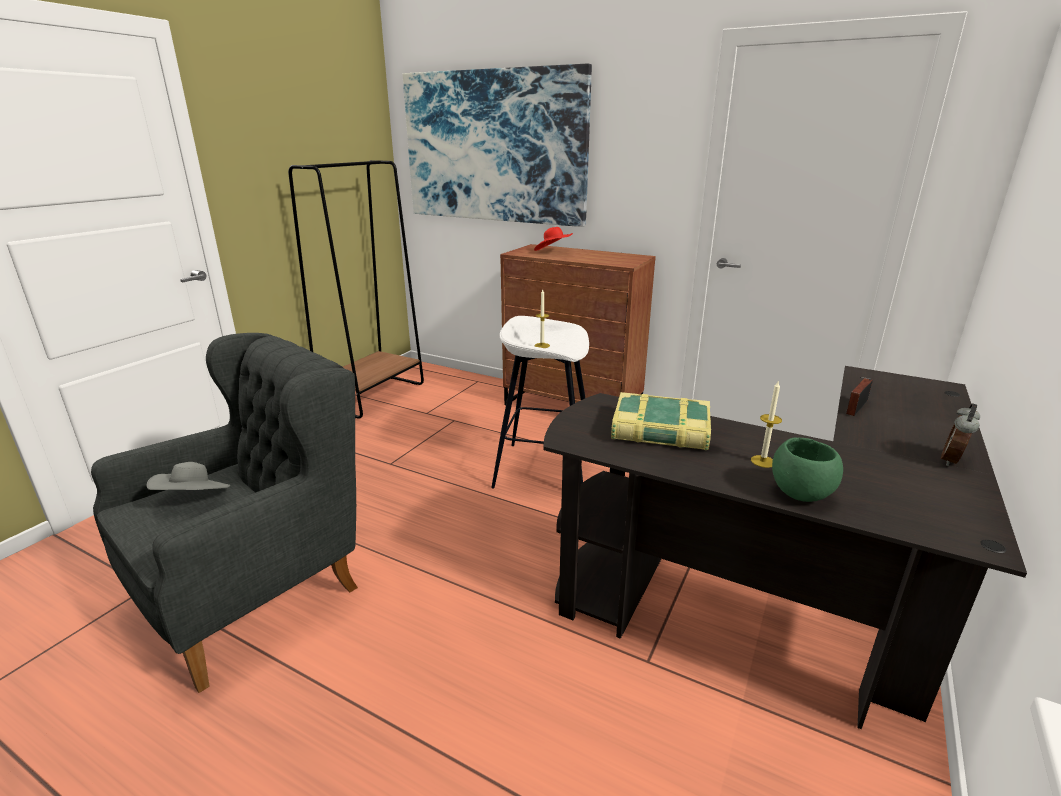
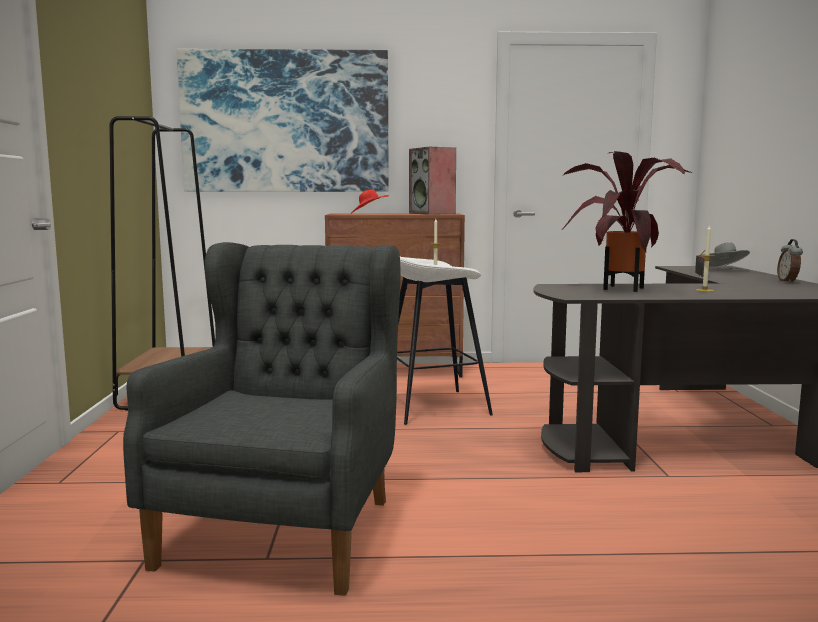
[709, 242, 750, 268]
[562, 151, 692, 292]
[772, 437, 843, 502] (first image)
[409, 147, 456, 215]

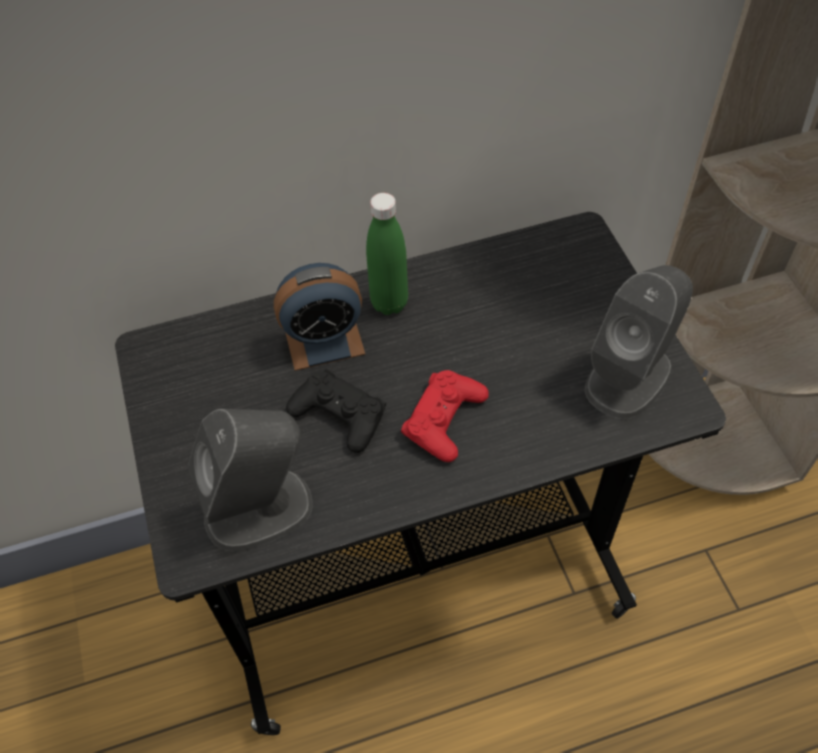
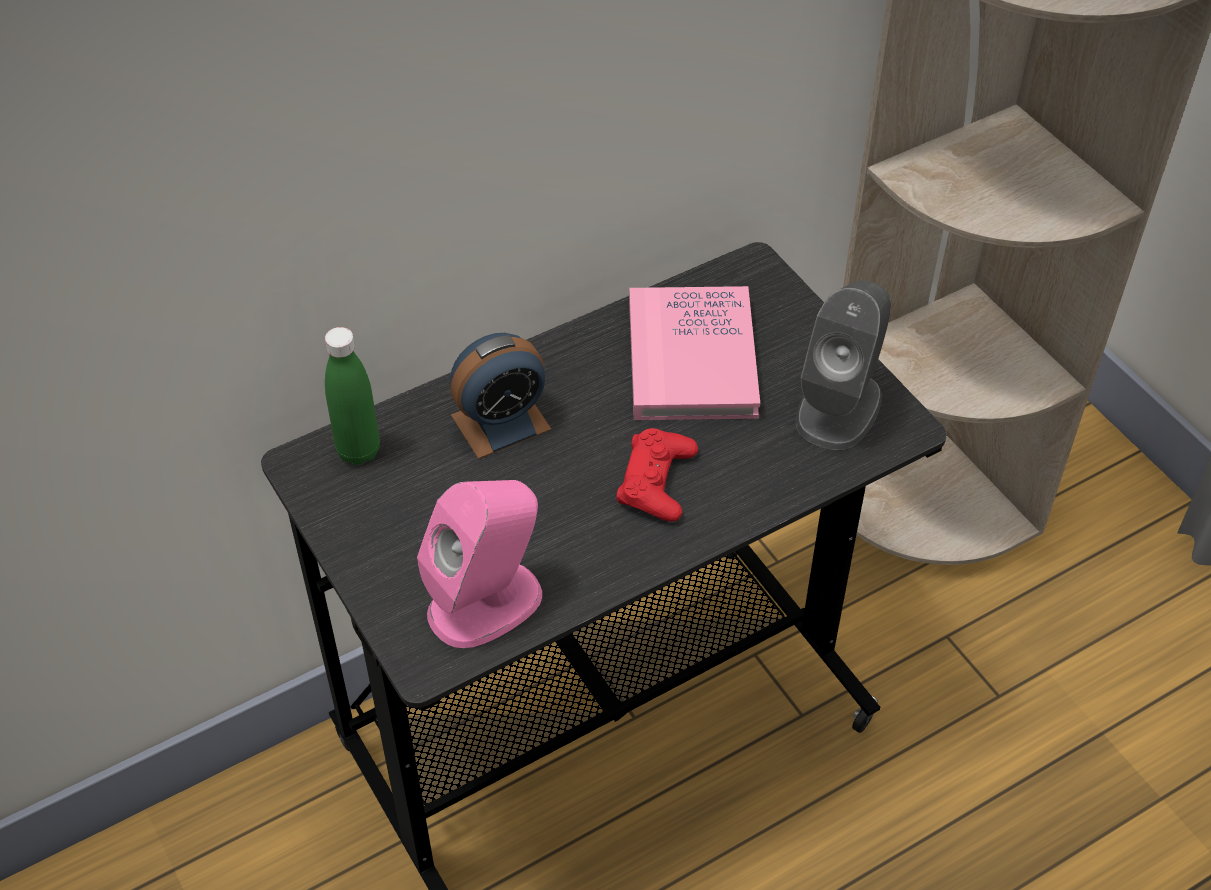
[417, 480, 542, 648]
[286, 369, 386, 453] (first image)
[325, 327, 380, 465]
[629, 286, 760, 420]

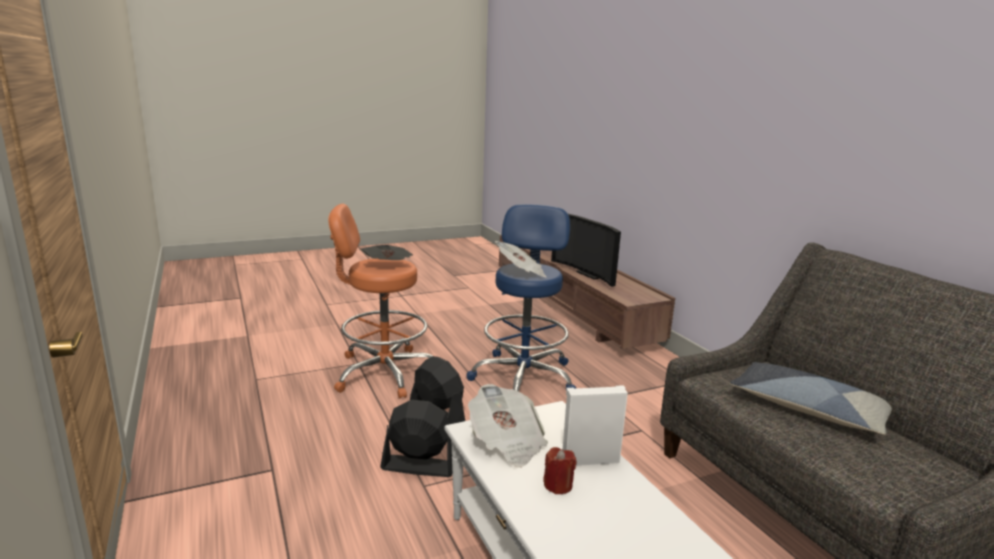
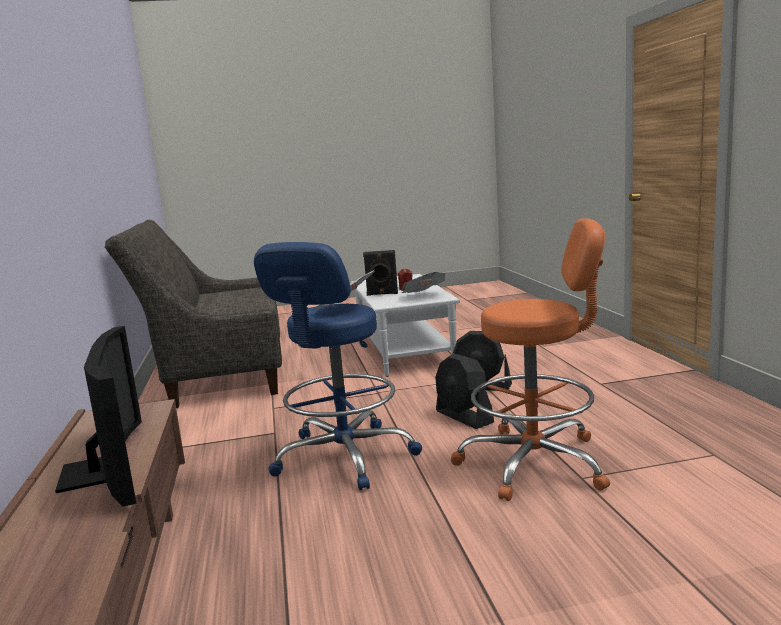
[359, 245, 413, 260] (first image)
[363, 250, 398, 296]
[730, 362, 892, 435] (first image)

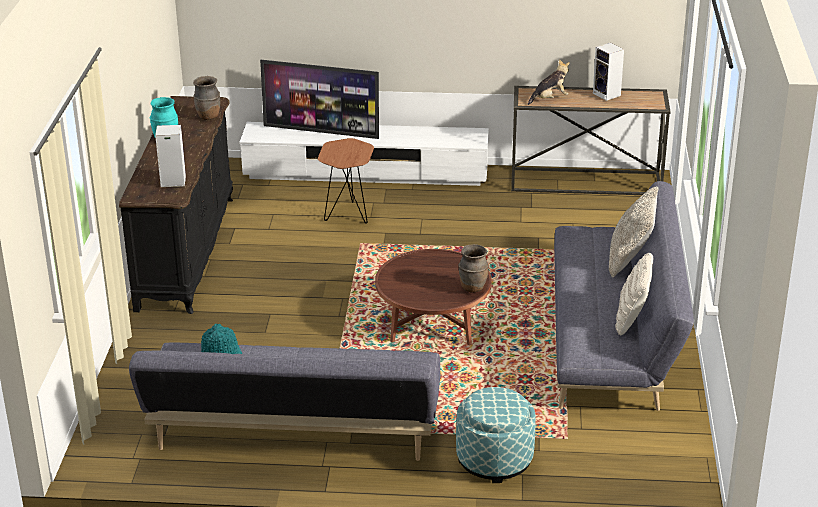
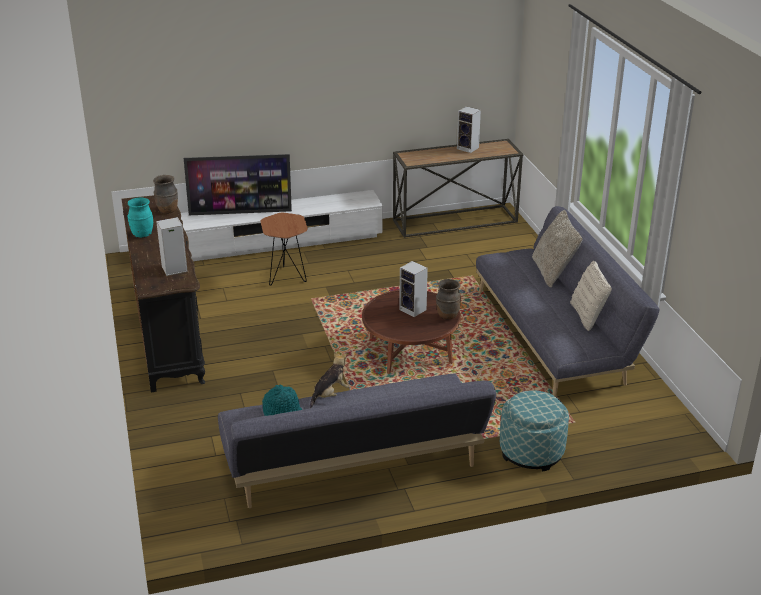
[310, 351, 349, 408]
[399, 261, 428, 317]

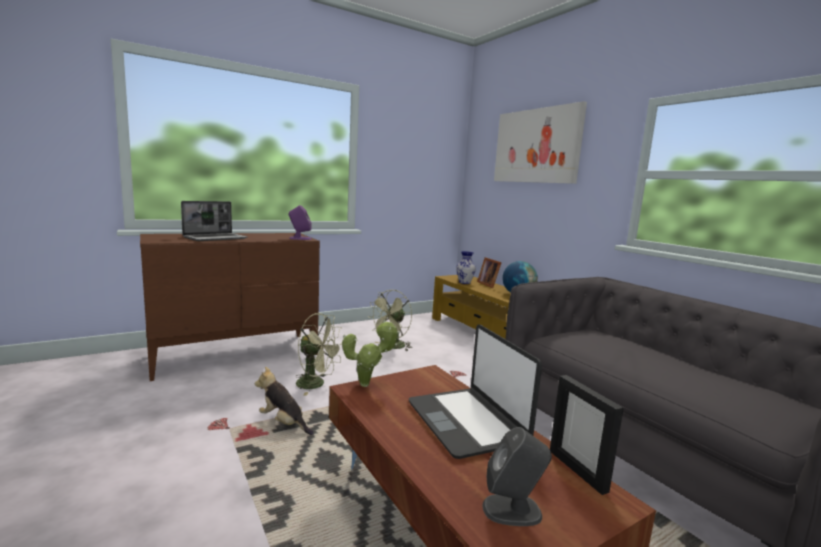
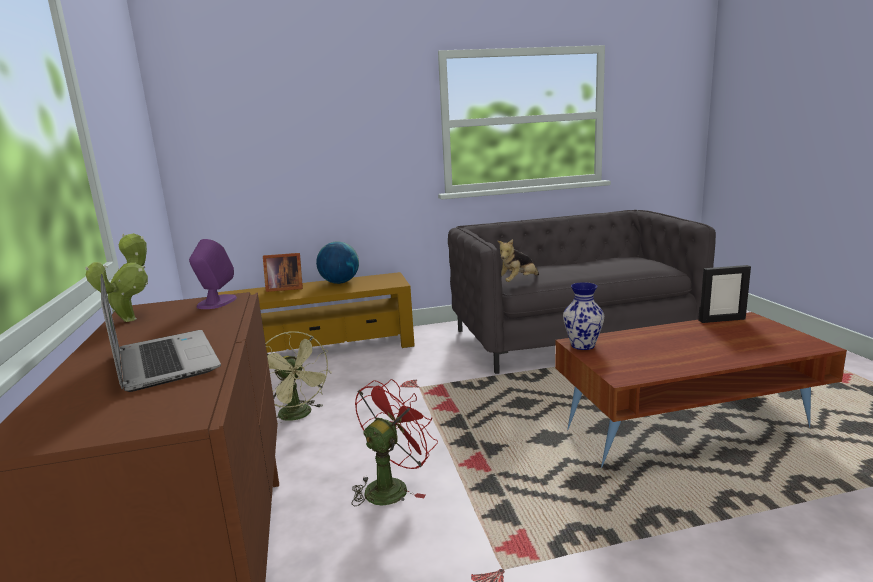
[498, 239, 539, 282]
[351, 379, 438, 506]
[85, 233, 148, 322]
[409, 324, 542, 459] (first image)
[563, 282, 604, 350]
[482, 427, 552, 526] (first image)
[494, 101, 587, 184] (first image)

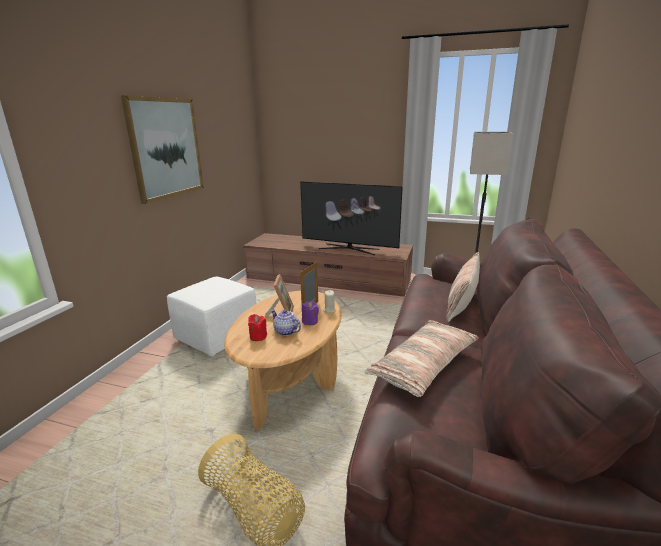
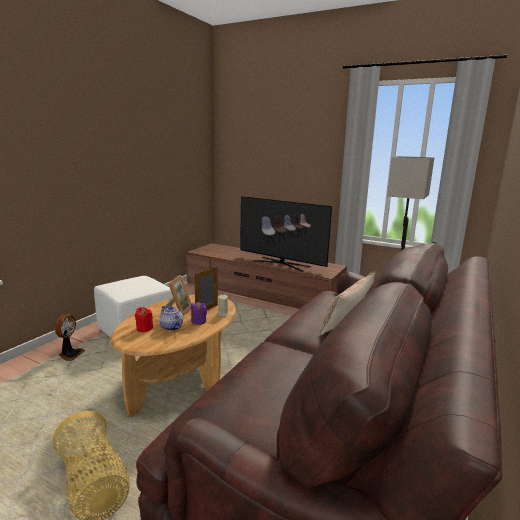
[121, 95, 204, 204] (first image)
[365, 320, 479, 397] (first image)
[55, 314, 85, 361]

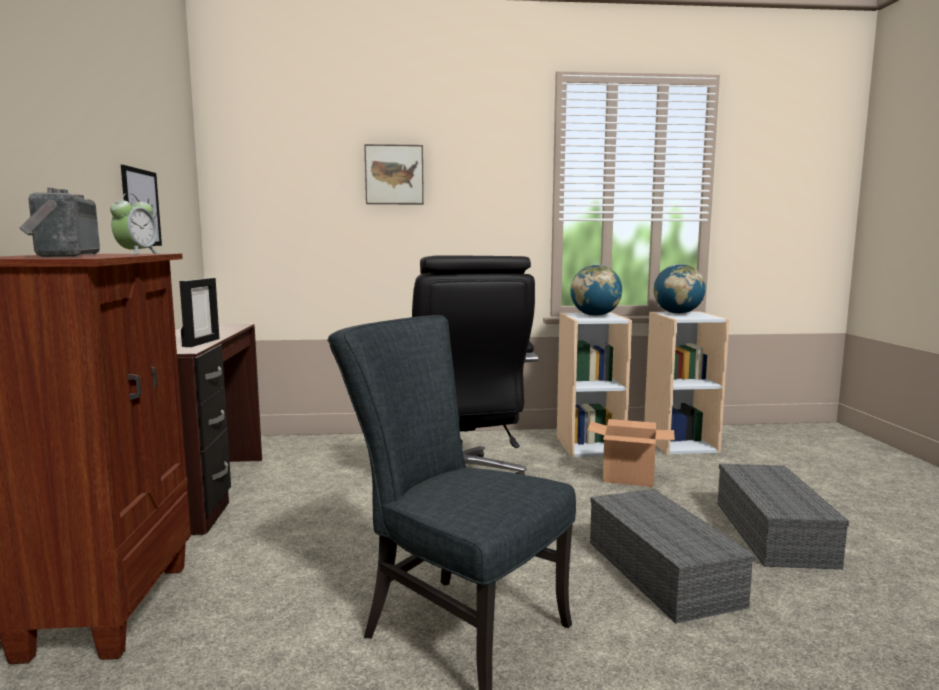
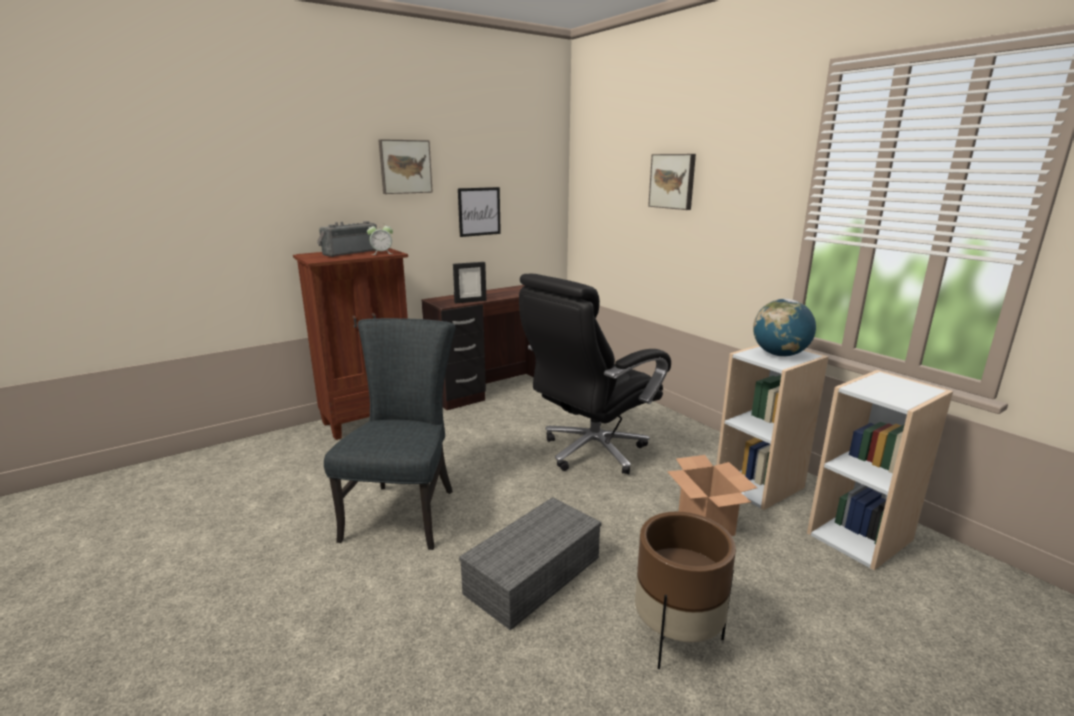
[654, 264, 706, 314] (first image)
[635, 512, 736, 669]
[378, 139, 433, 194]

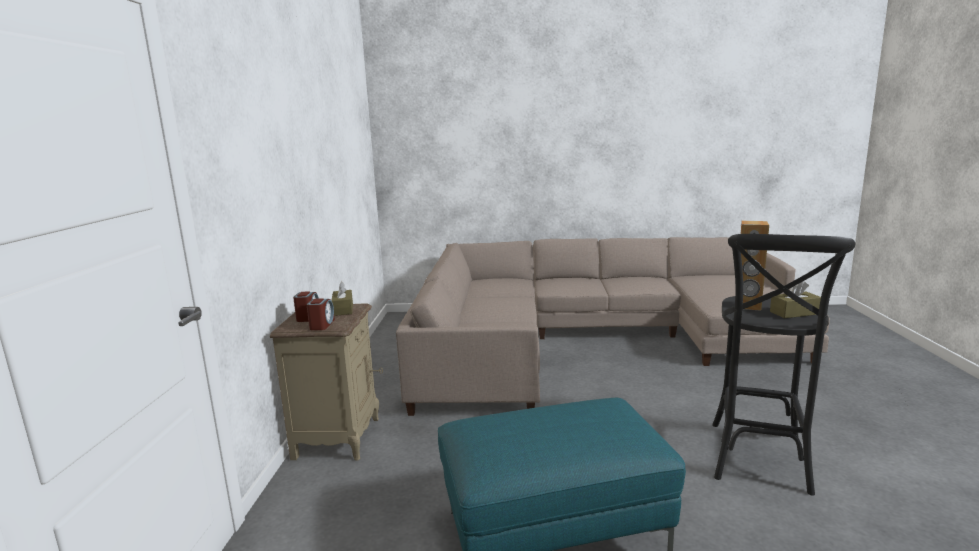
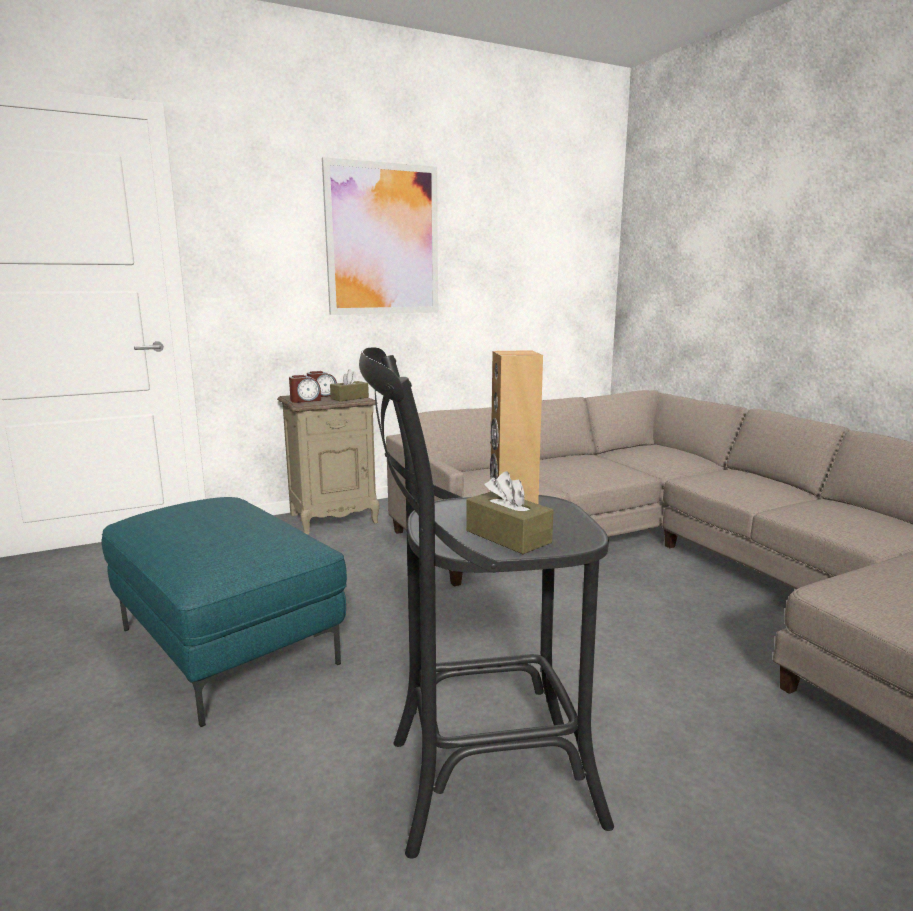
[322, 157, 438, 315]

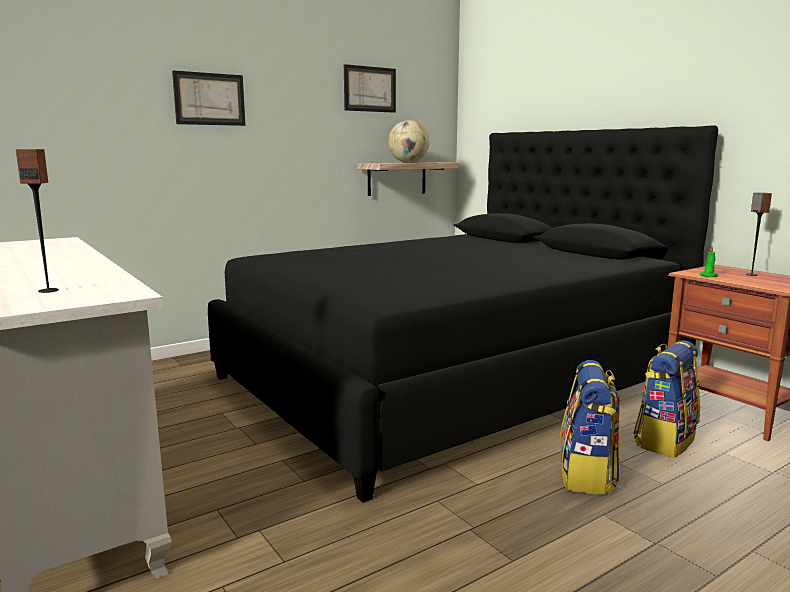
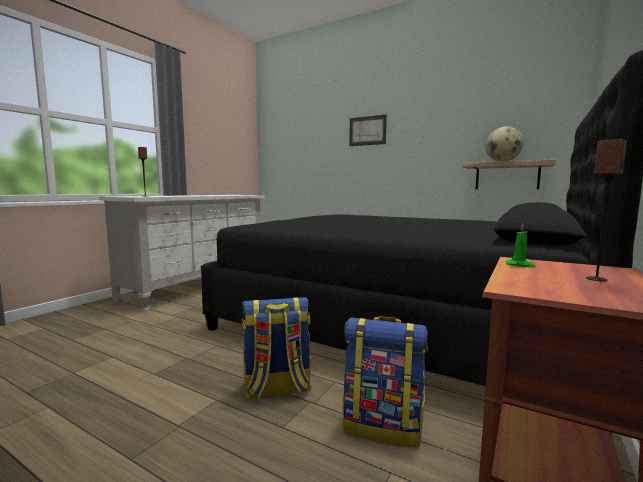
[344, 64, 396, 113] (first image)

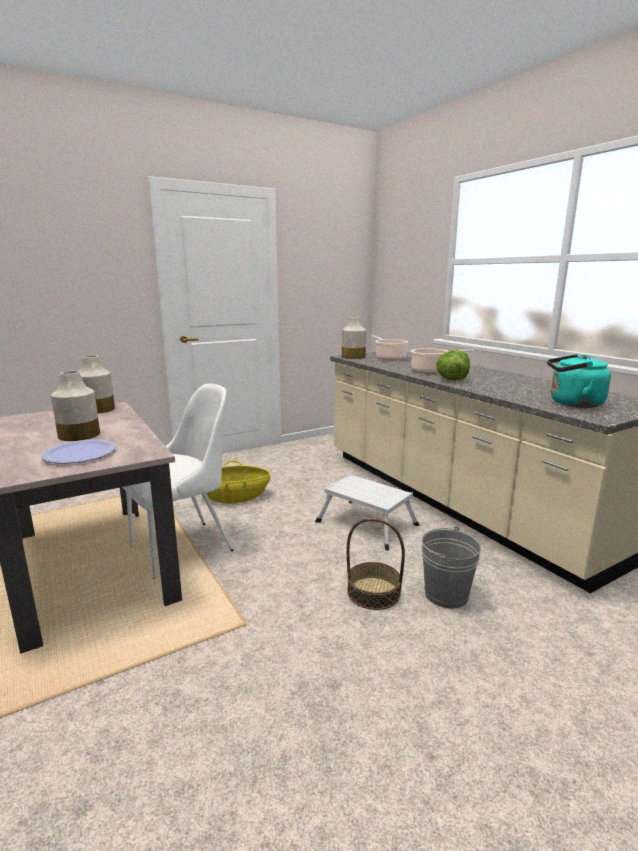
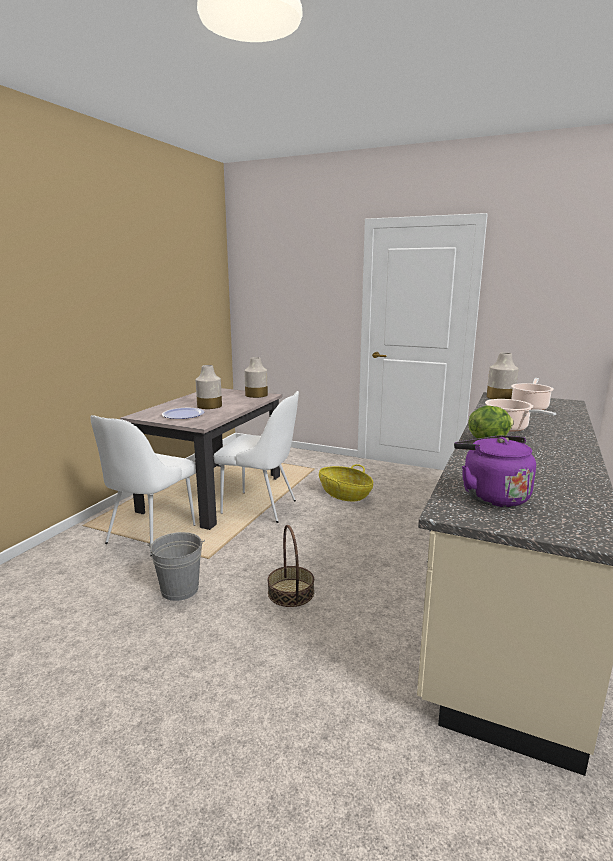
[315, 474, 420, 550] (first image)
[147, 532, 205, 601]
[454, 435, 536, 507]
[90, 415, 196, 557]

